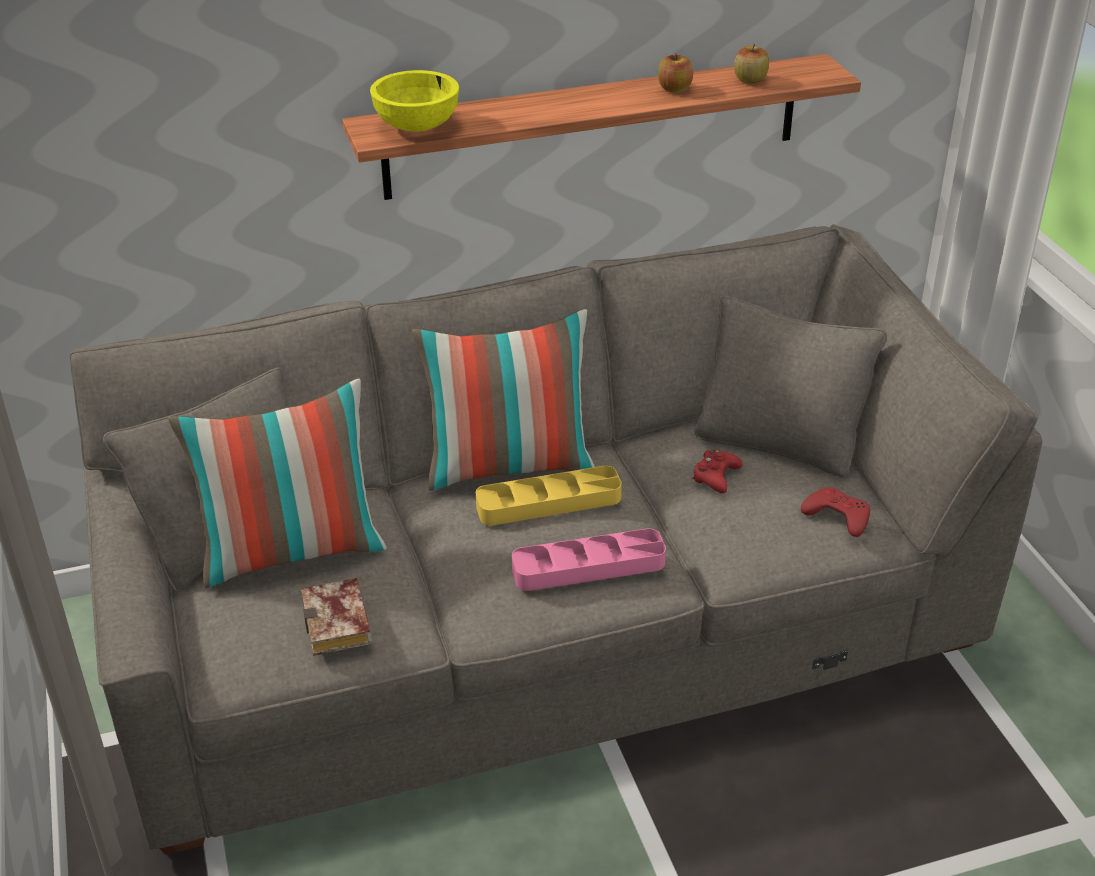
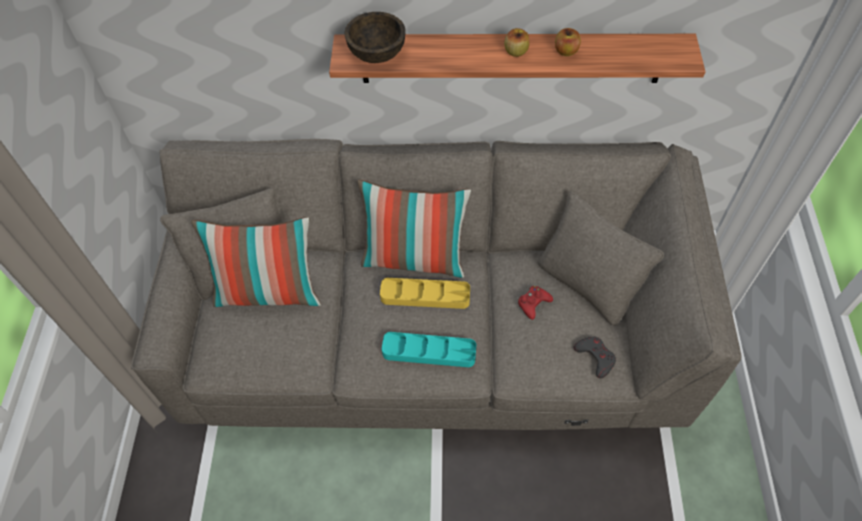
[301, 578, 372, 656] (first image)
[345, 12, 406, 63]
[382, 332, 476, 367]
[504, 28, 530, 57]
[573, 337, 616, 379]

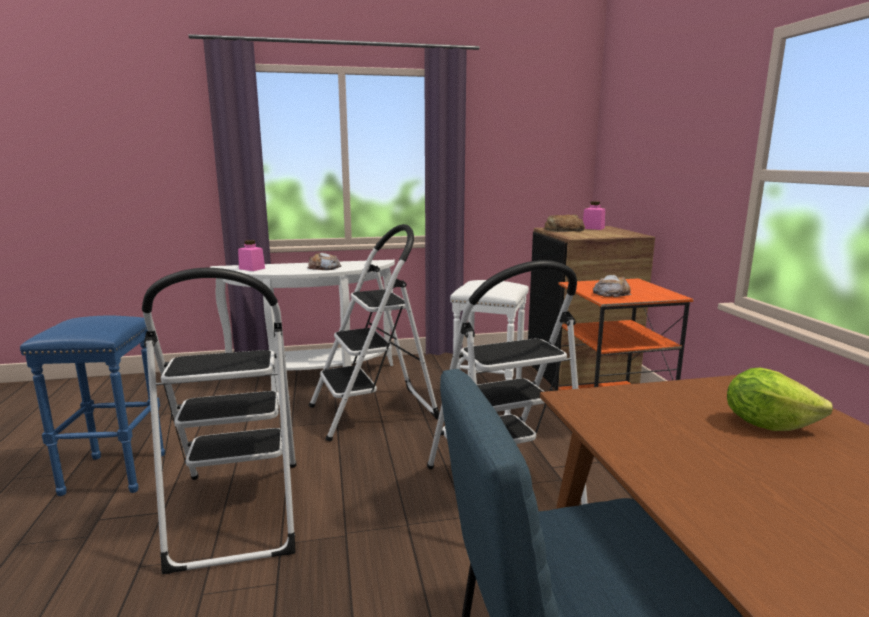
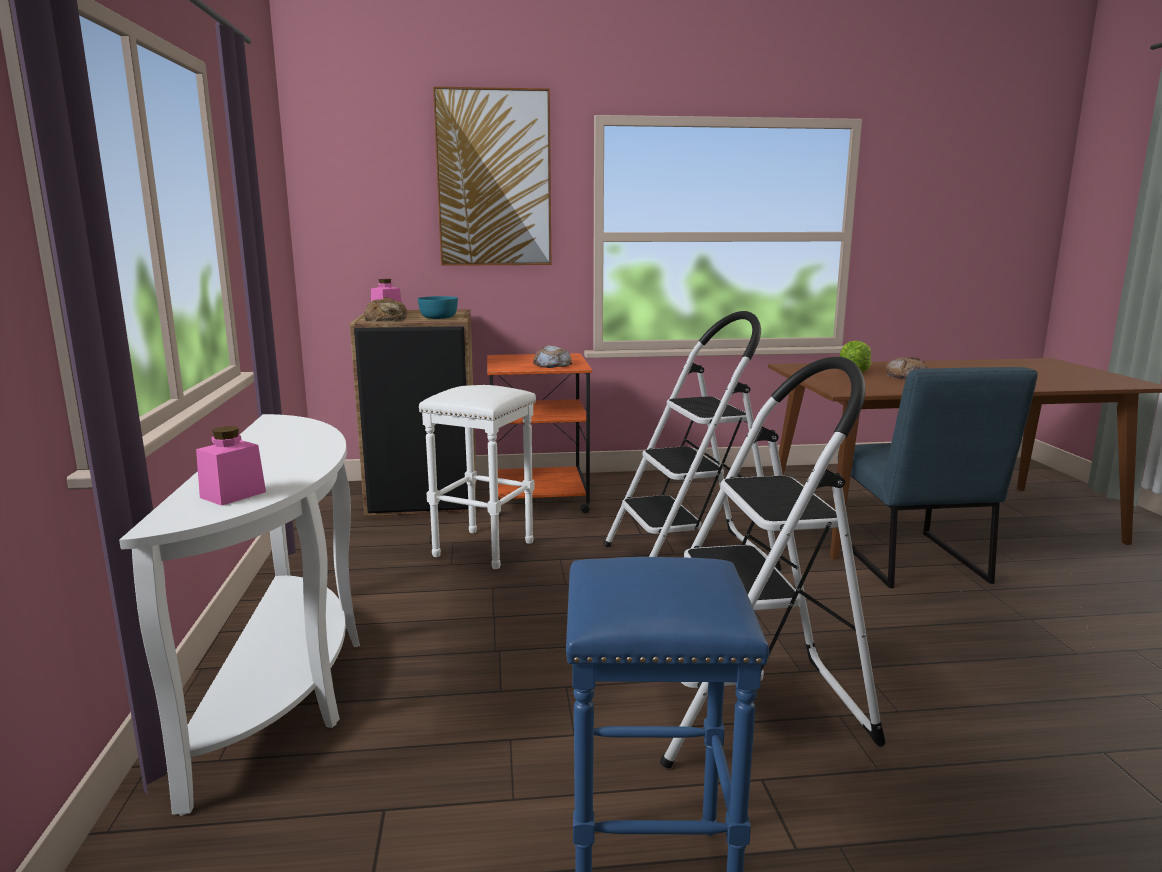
[886, 357, 928, 379]
[309, 224, 439, 441] (first image)
[418, 296, 458, 319]
[433, 86, 551, 266]

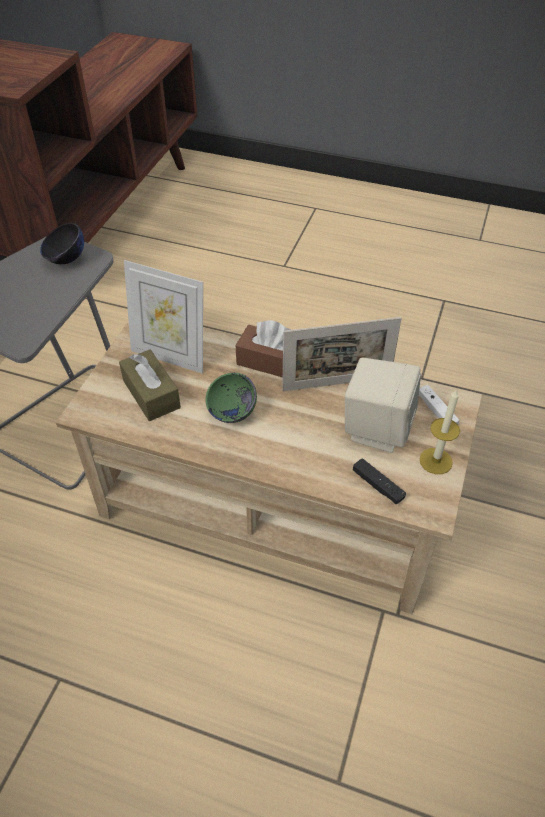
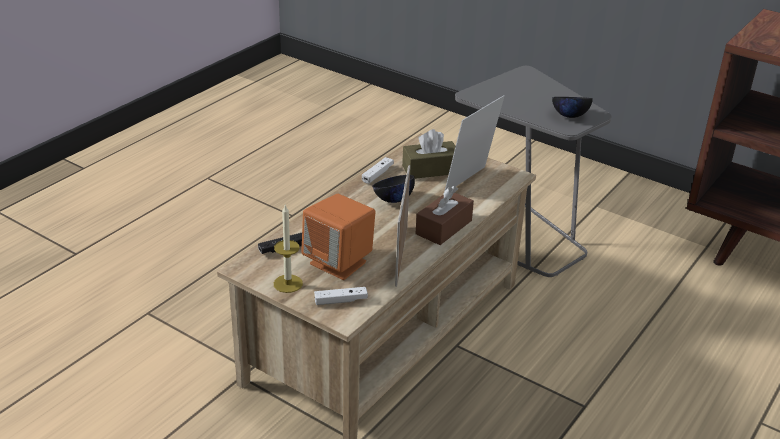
[372, 175, 415, 203]
[301, 194, 375, 280]
[362, 157, 394, 184]

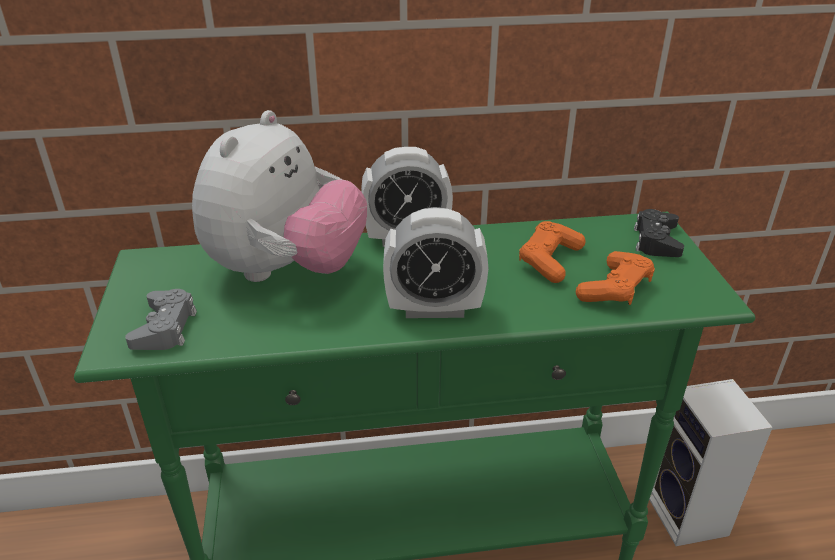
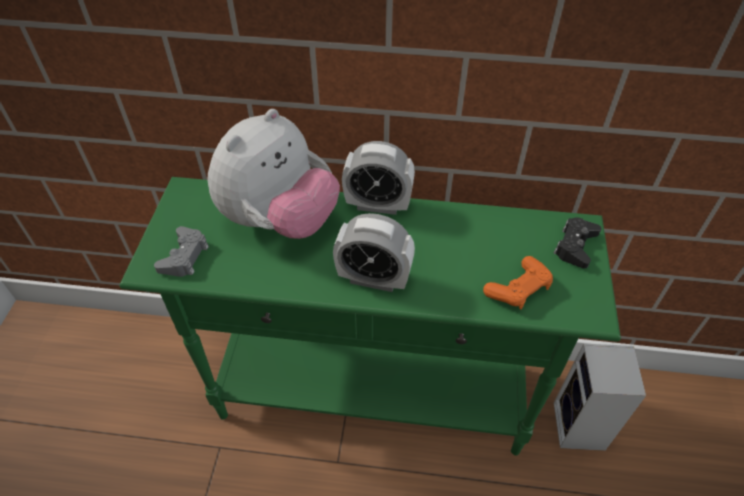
[519, 221, 586, 283] (first image)

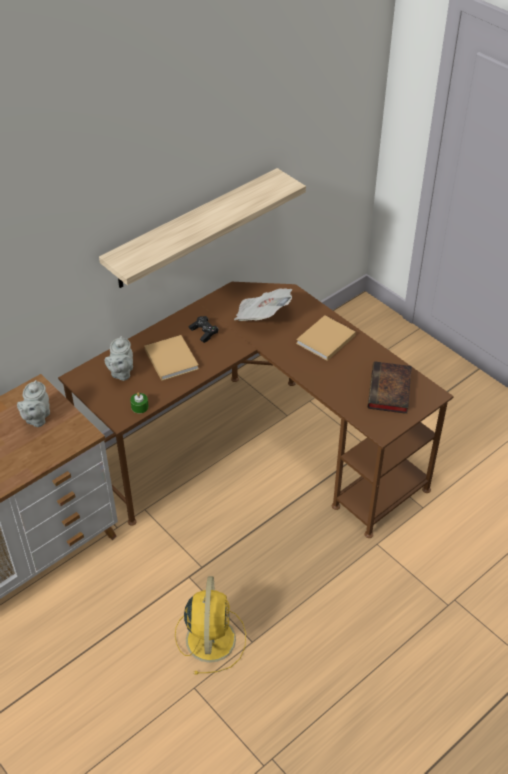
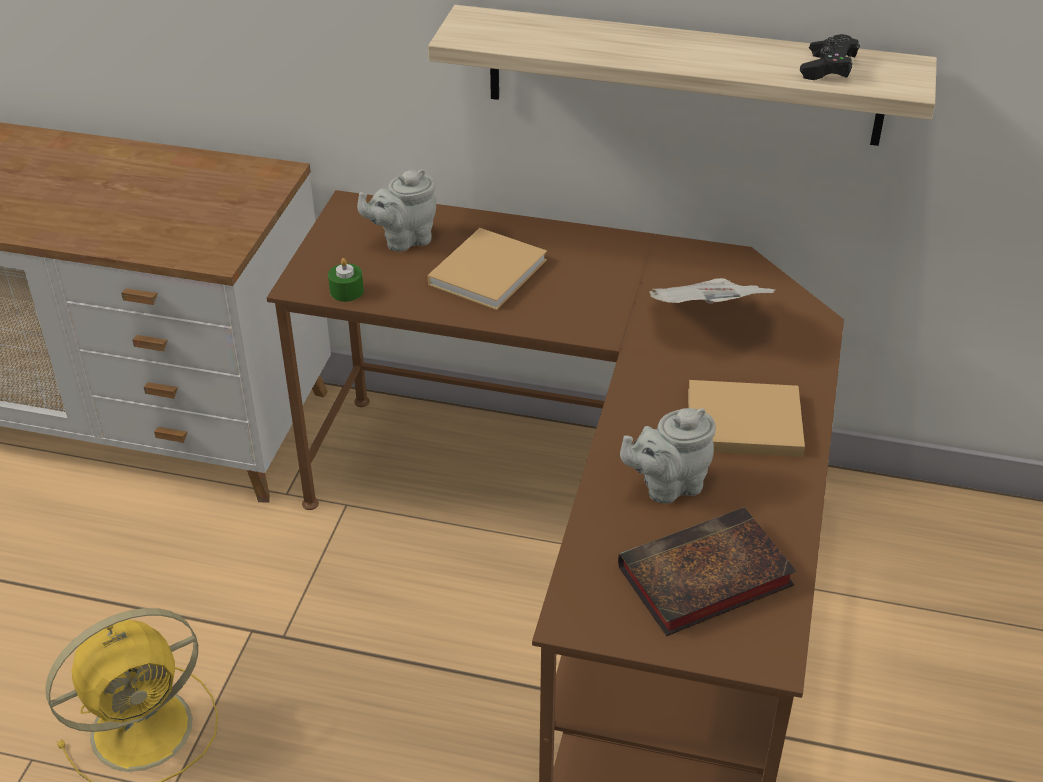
[620, 408, 716, 504]
[800, 34, 860, 80]

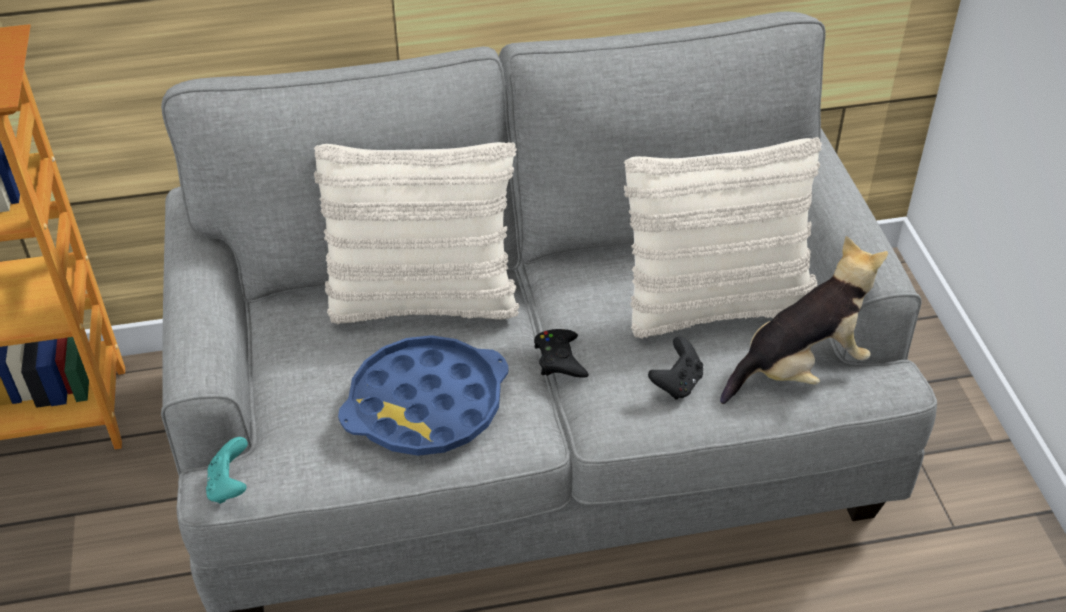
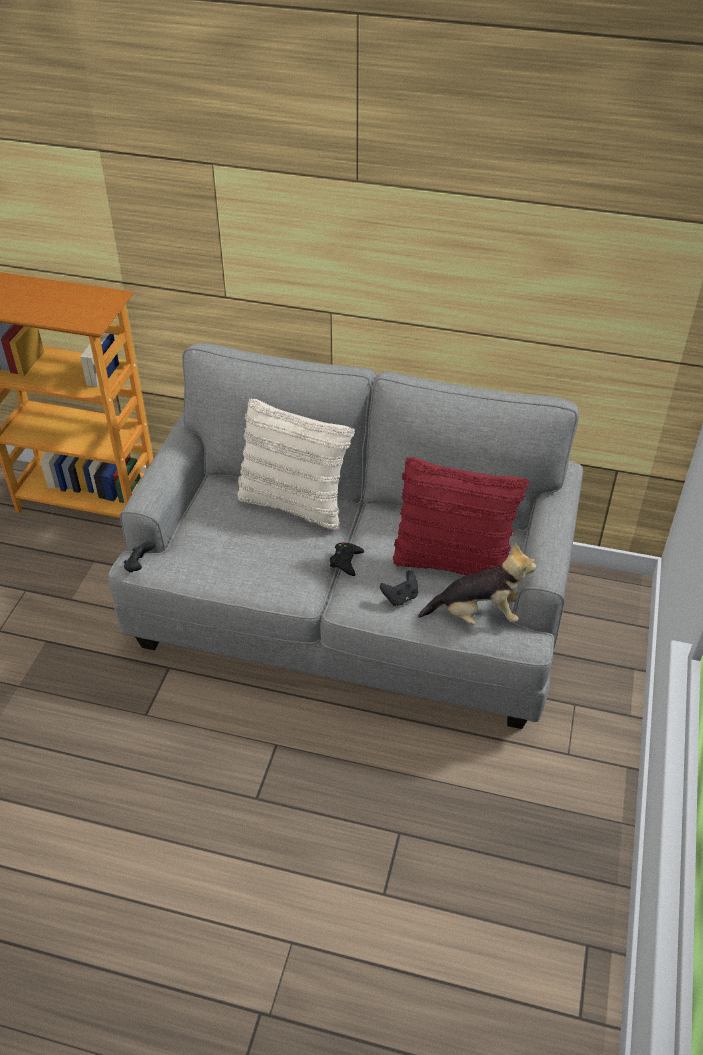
[124, 541, 156, 572]
[338, 335, 509, 456] (first image)
[393, 457, 529, 575]

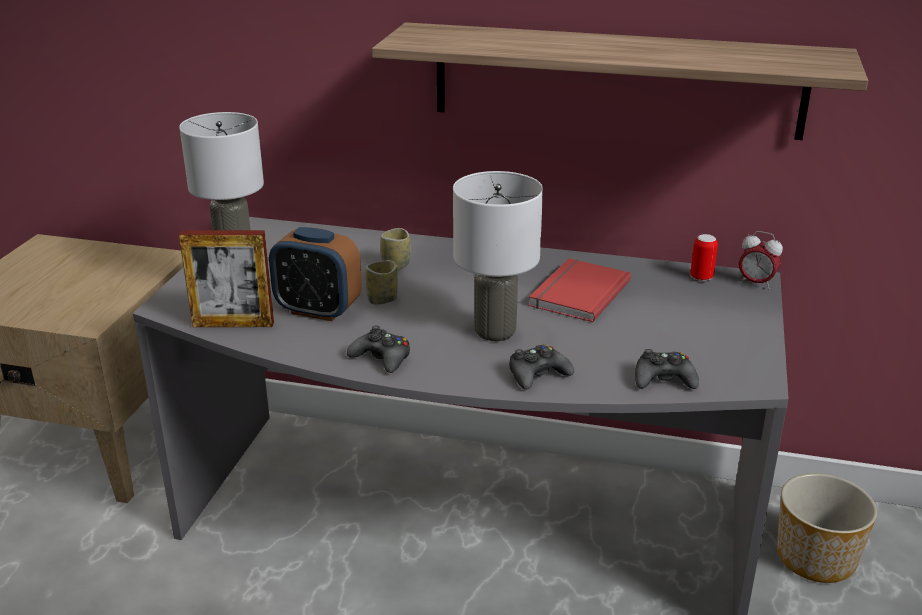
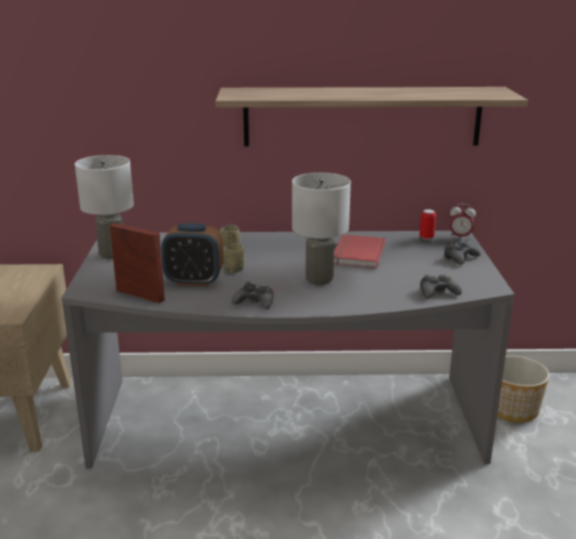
[109, 223, 165, 303]
[444, 242, 481, 265]

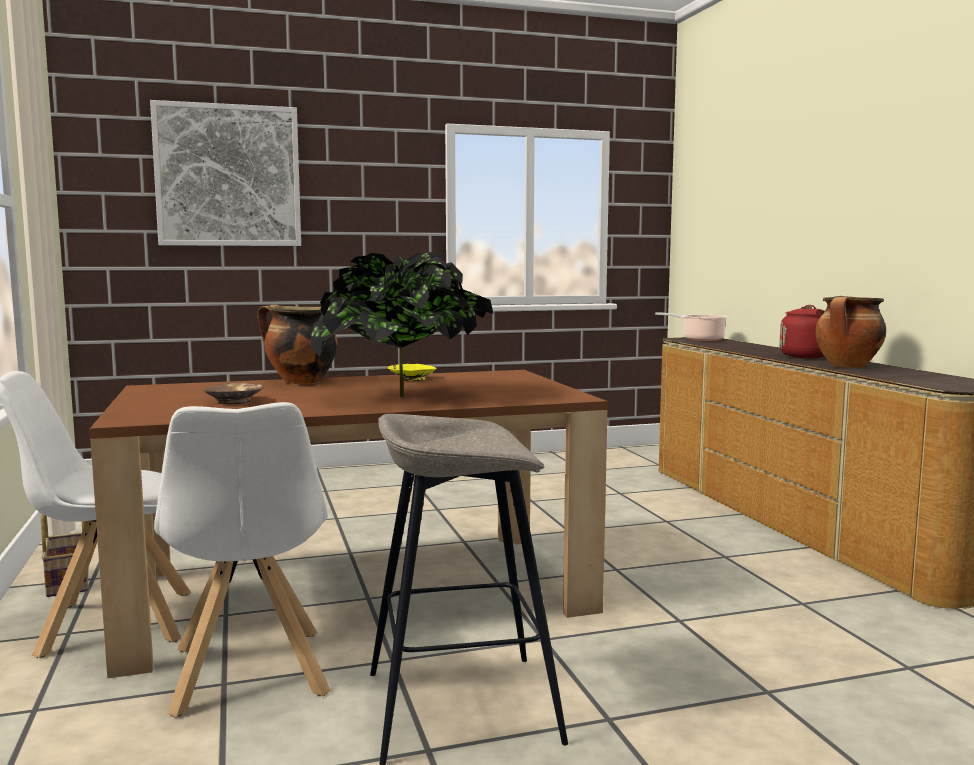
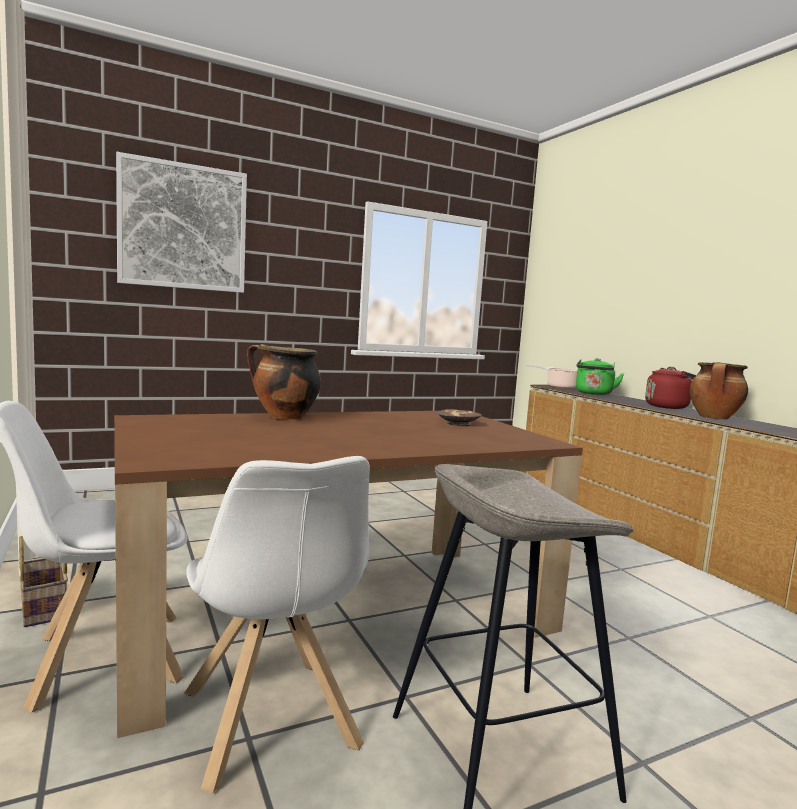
[438, 409, 482, 426]
[310, 251, 493, 397] (first image)
[388, 364, 437, 381] (first image)
[576, 358, 624, 395]

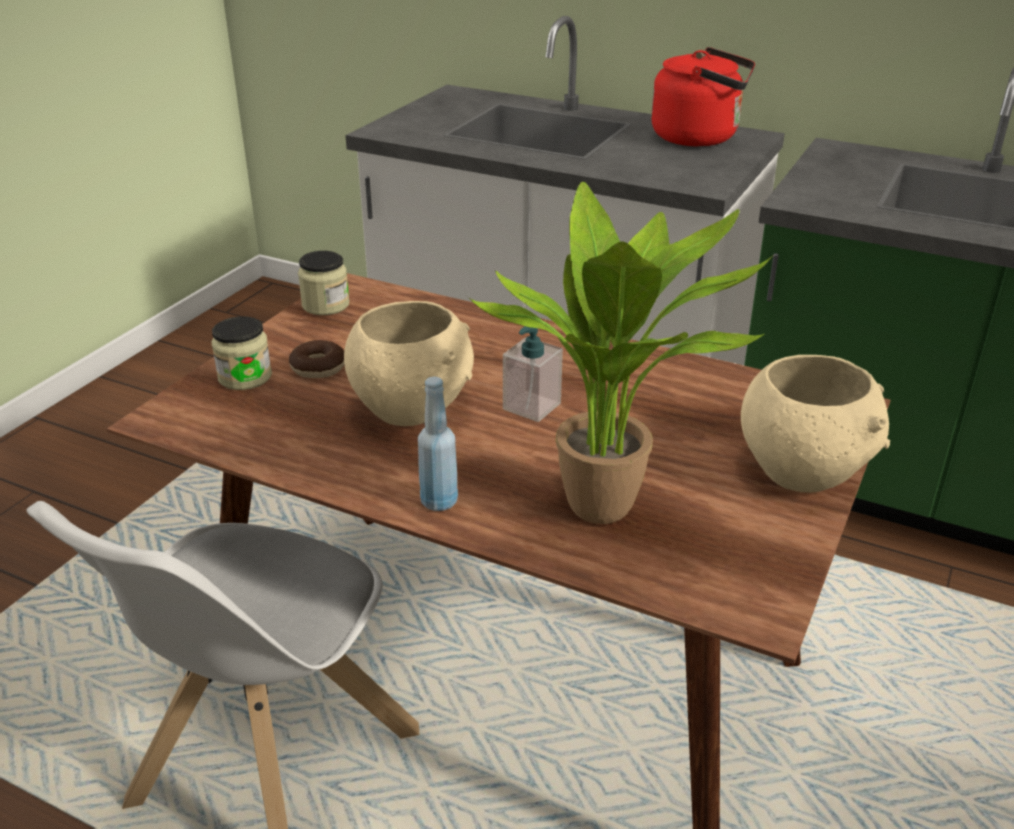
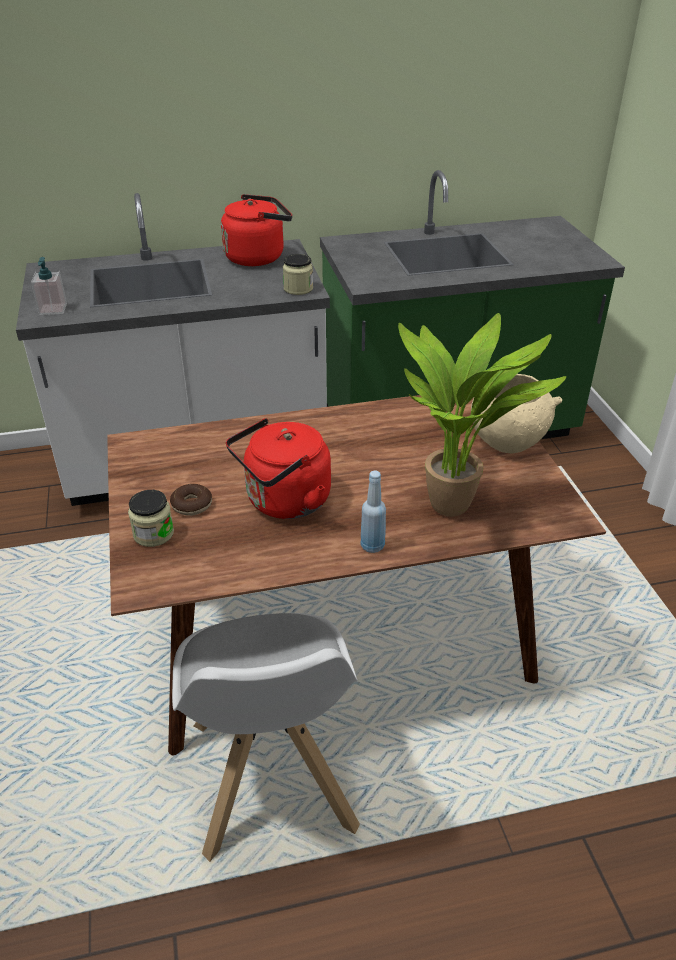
[283, 254, 313, 295]
[226, 418, 331, 519]
[31, 257, 67, 315]

